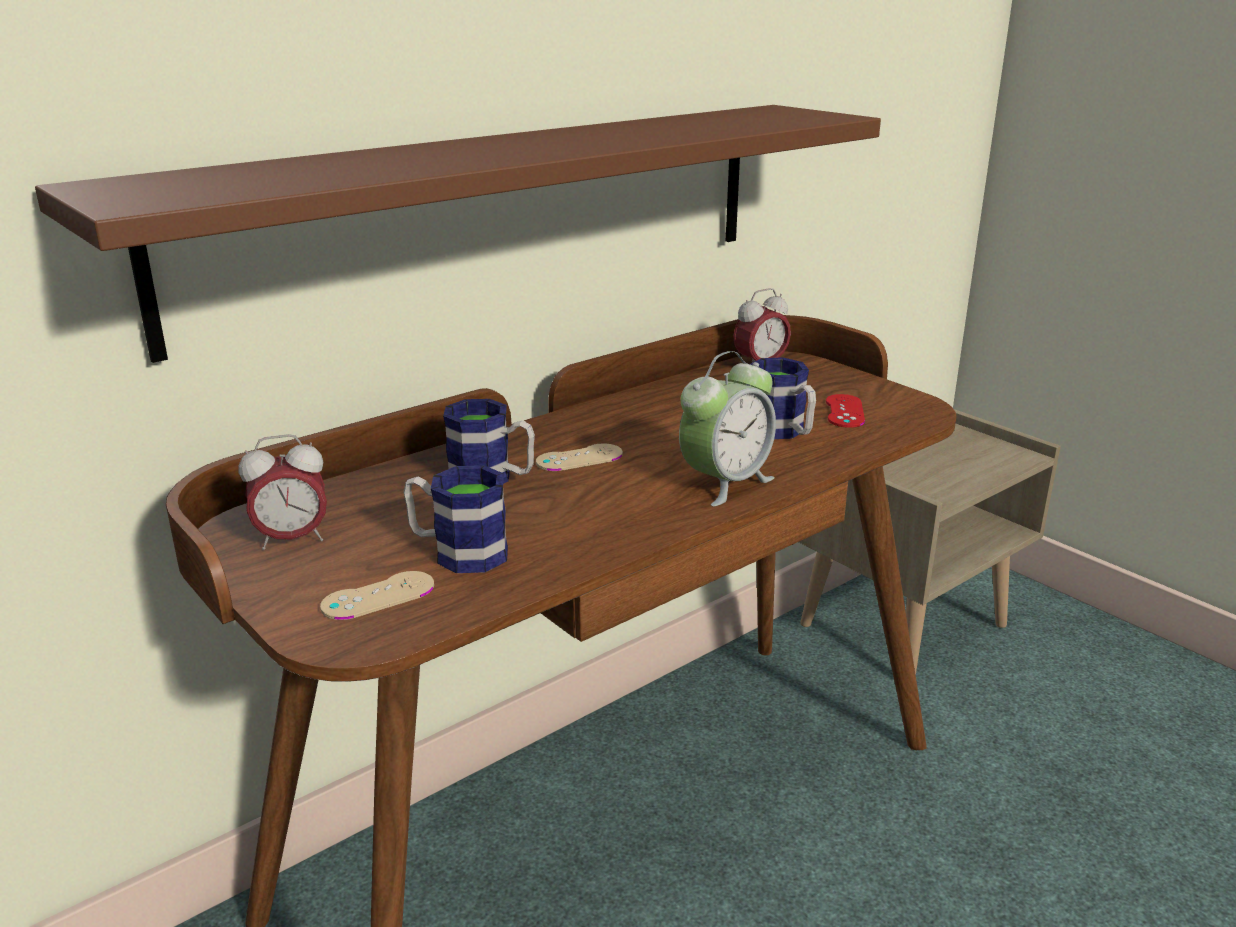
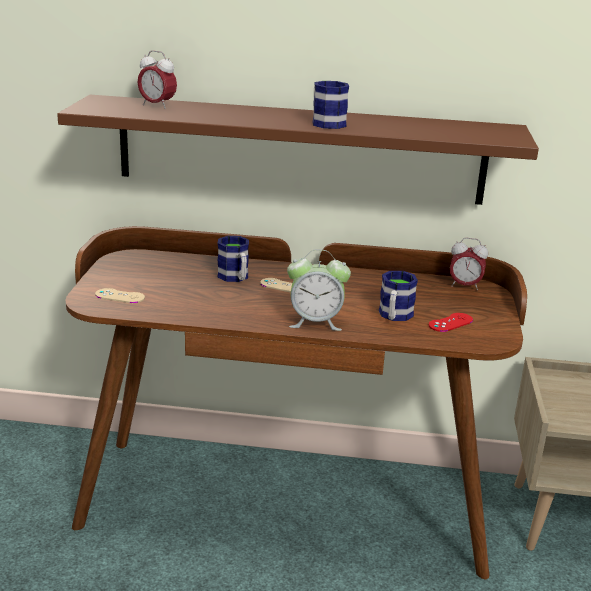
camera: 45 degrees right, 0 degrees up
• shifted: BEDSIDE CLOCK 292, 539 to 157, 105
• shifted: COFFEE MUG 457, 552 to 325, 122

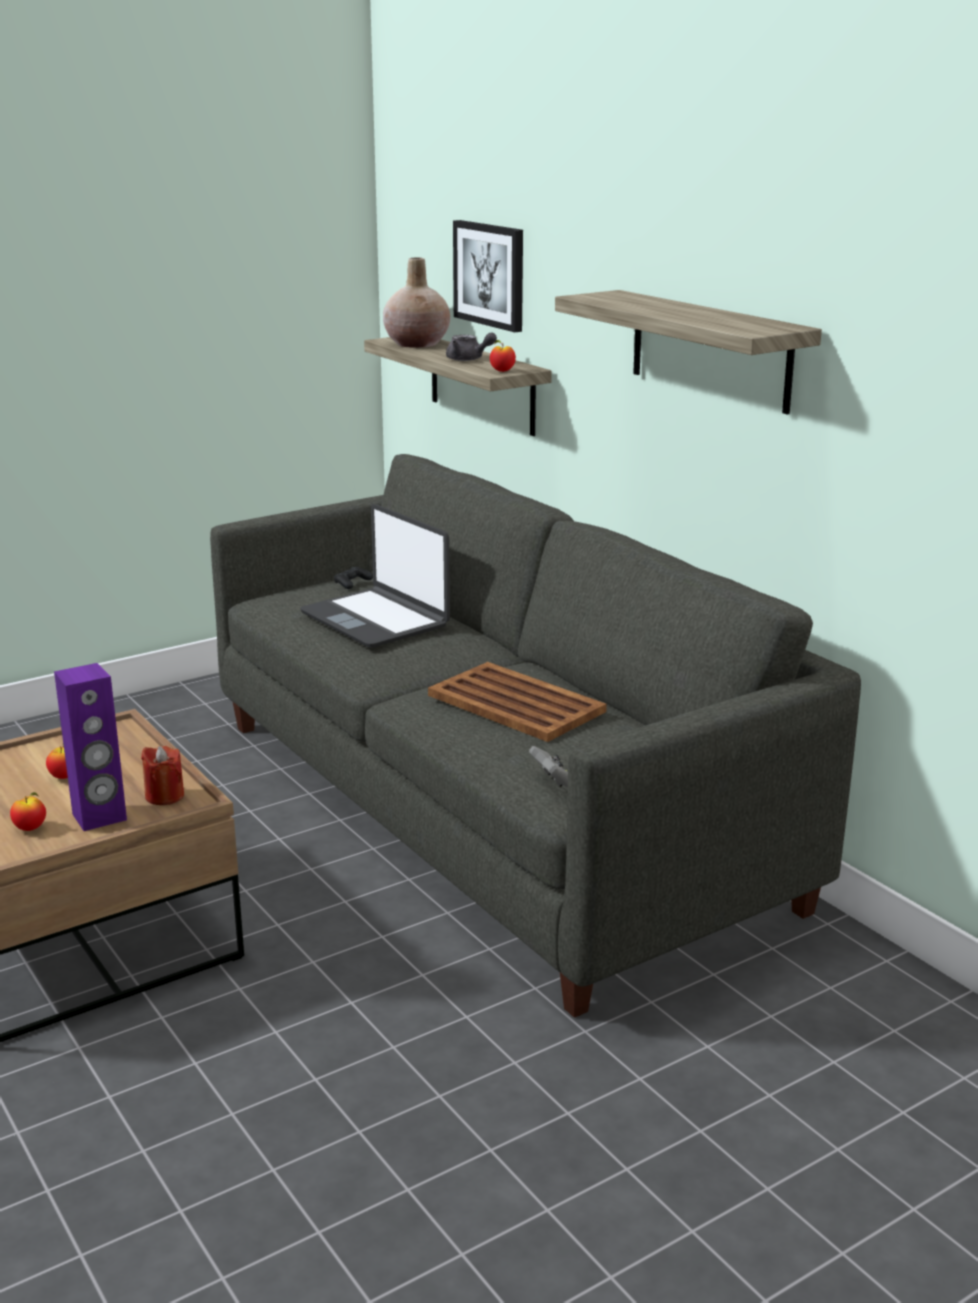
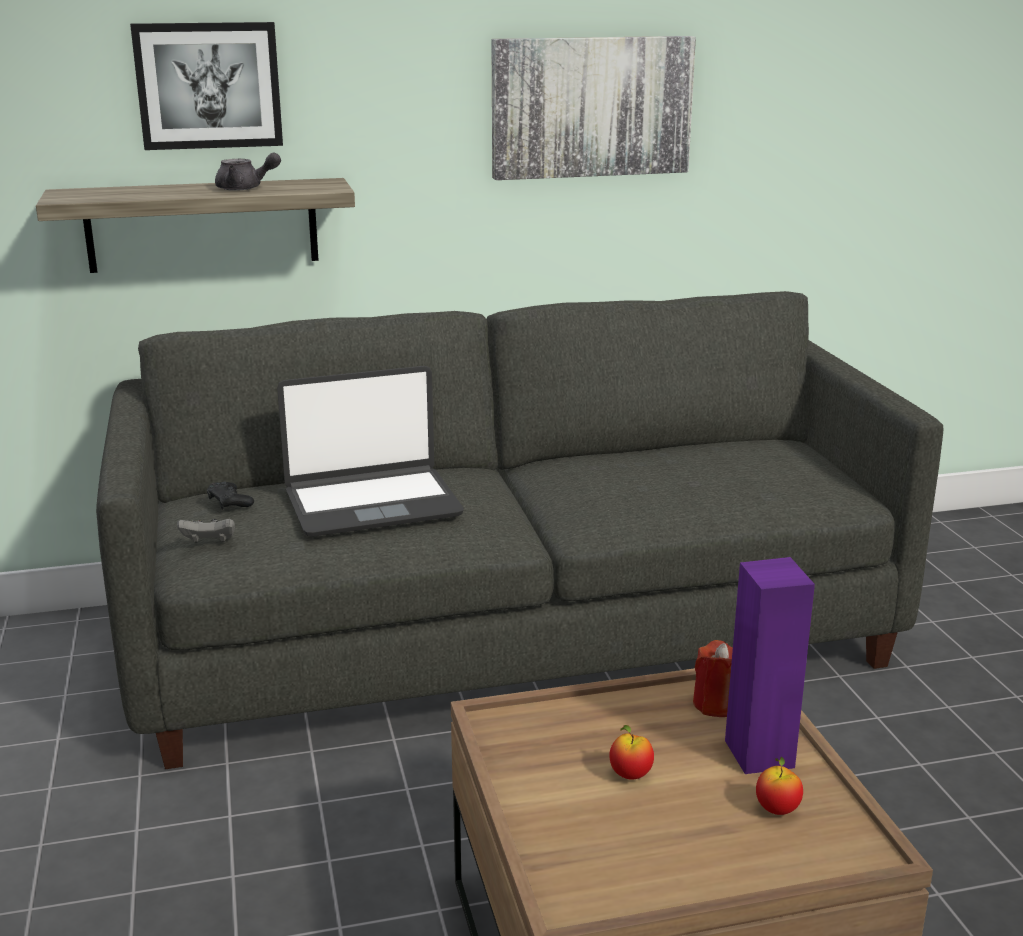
camera: 70 degrees left, 0 degrees up
• gone: SAND-COLOURED DECORATIVE VASE 417, 344
• gone: BROWN TRAY 515, 703
• rotated: GREYISH POT FOR TEA 468, 359 = 245, 188 45 degrees clockwise
• gone: APPLE 502, 371
• shifted: GREYISH GAME CONTROLLER 552, 781 to 209, 542
• swapped: WALL SHELF 710, 350 to PICTURE 591, 107

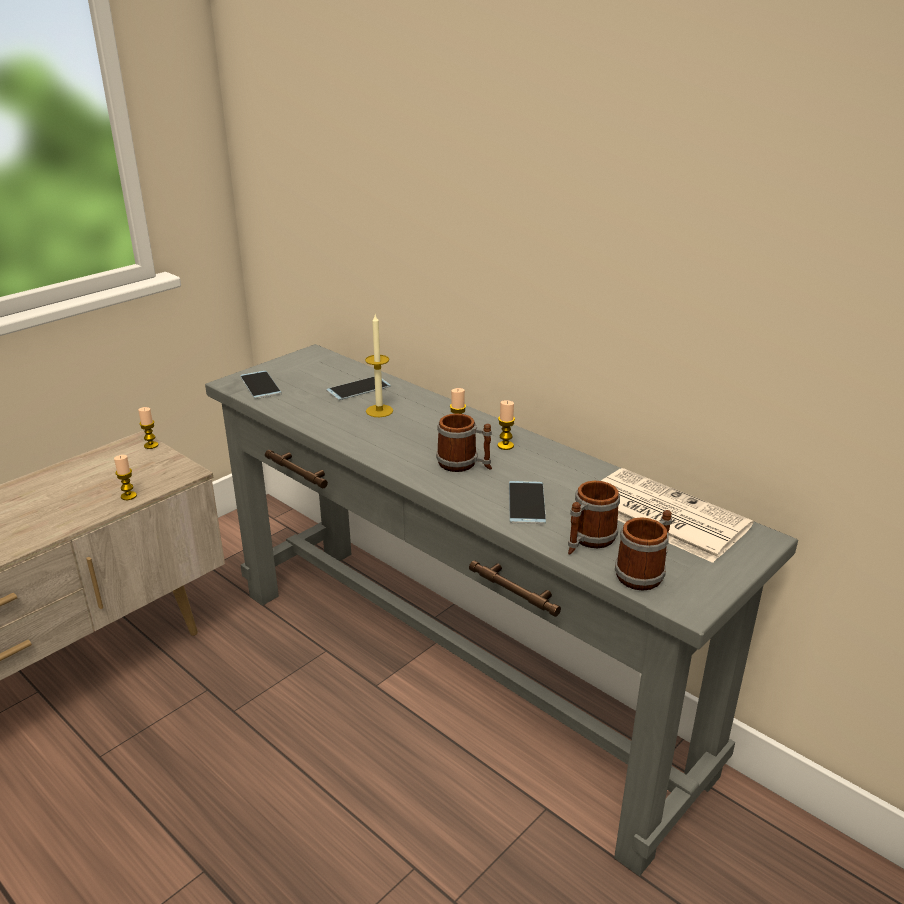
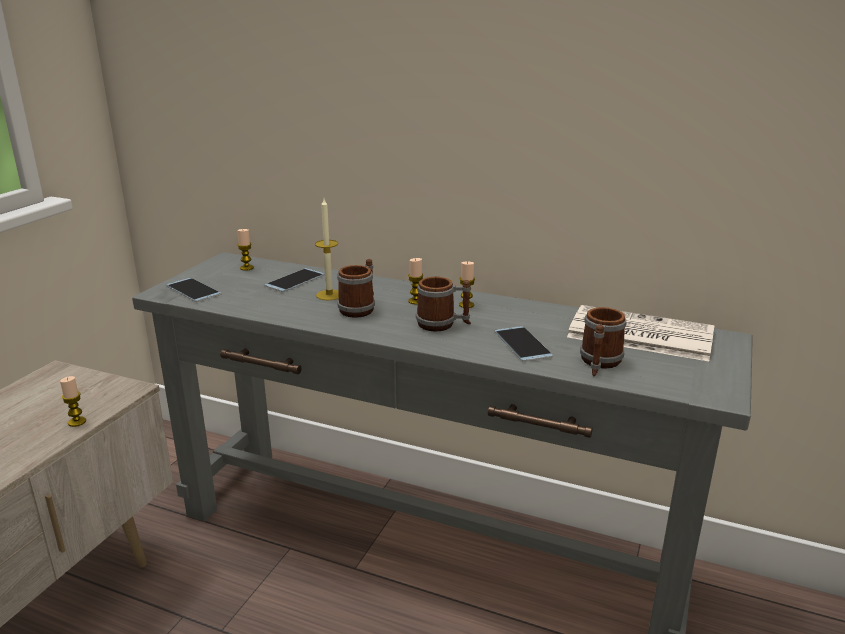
camera: 20 degrees left, 5 degrees down
• shifted: WAX CANDLE 151, 445 to 246, 268
• shifted: COFFEE MUG 644, 573 to 360, 308

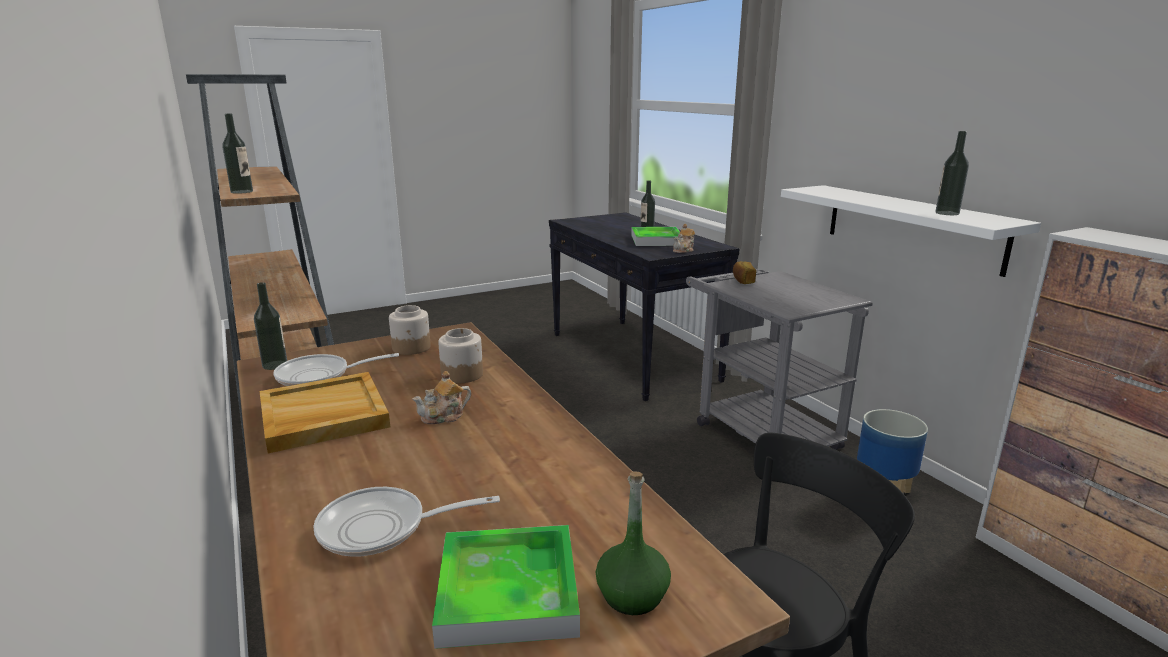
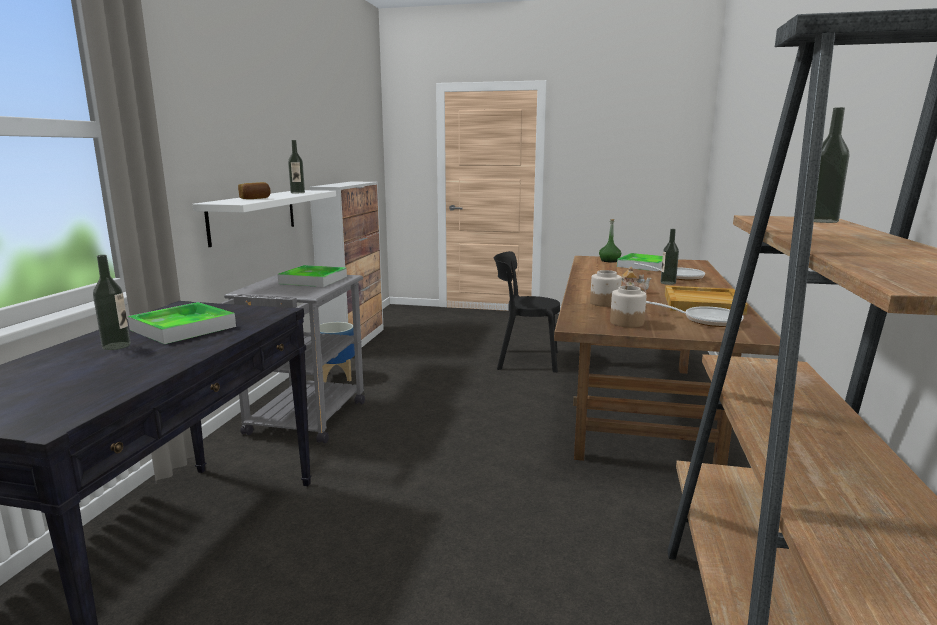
camera: 140 degrees left, 5 degrees down
• shifted: DRINK BOTTLE 275, 365 to 668, 283
• gone: POT FOR TEA 684, 250
• shifted: BREAD 742, 280 to 255, 198
• new: TRAY 313, 280

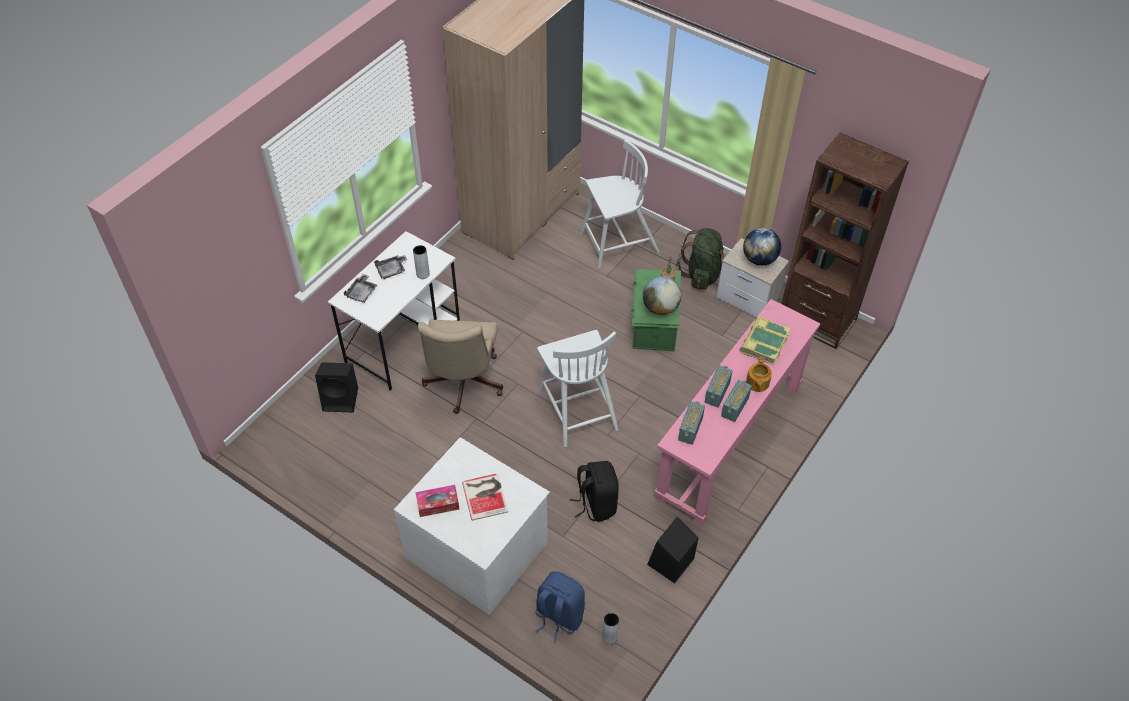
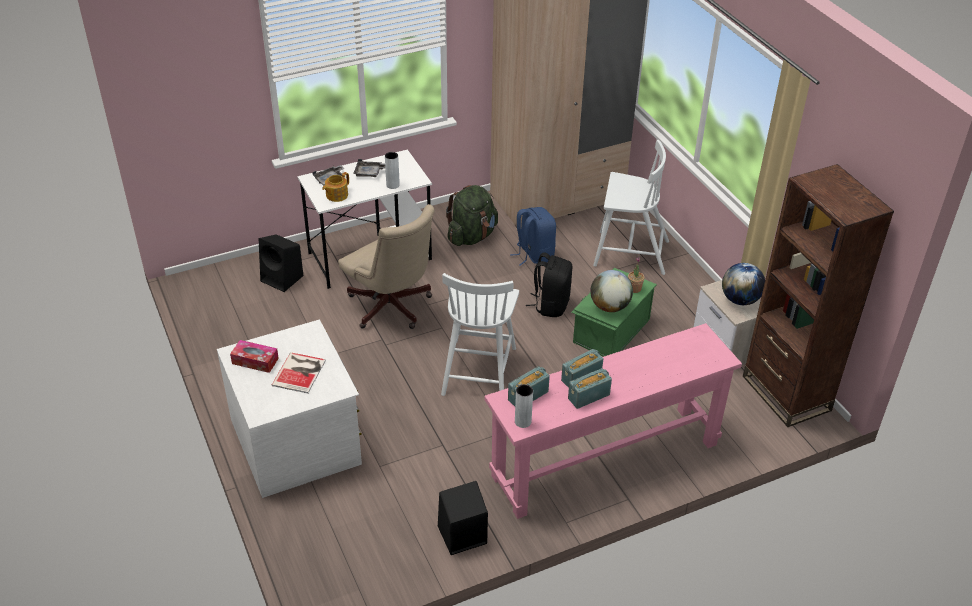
camera: 30 degrees right, 10 degrees down
• rotated: SAND-COLOURED DESK CHAIR 462, 385 = 392, 309 75 degrees counterclockwise
• shifted: BLUE-COLOURED KNAPSACK 558, 616 to 533, 255
• shifted: BLACK-COLOURED KNAPSACK 596, 504 to 551, 305
• shifted: GREYISH DECORATIVE VASE 609, 637 to 523, 421
• shifted: GREENISH KNAPSACK 702, 274 to 472, 236
• gone: BOOK 763, 343
• shifted: POT FOR TEA 757, 383 to 336, 195

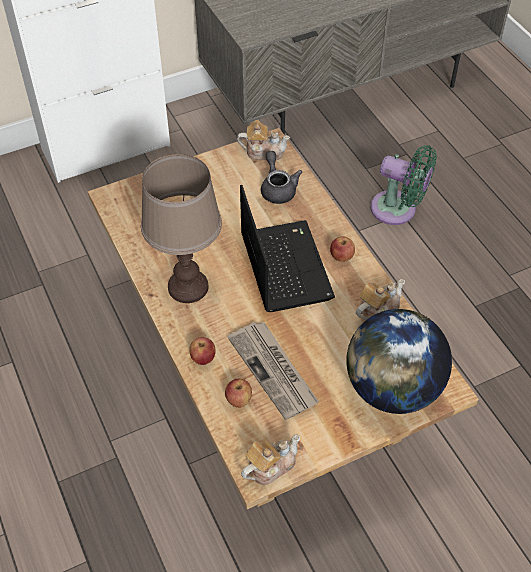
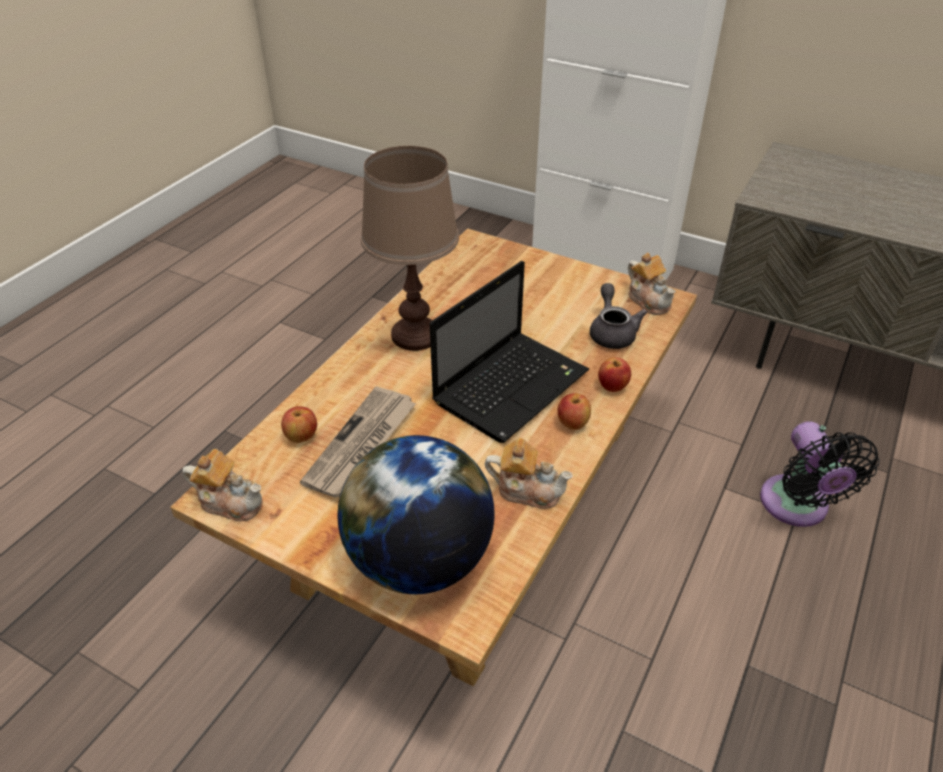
camera: 55 degrees right, 10 degrees down
• shifted: APPLE 203, 358 to 613, 387
• rotated: GREYISH POT FOR TEA 278, 188 = 612, 332 45 degrees counterclockwise
• repainted: GREENISH COOLING FAN 398, 210 to BLACK-COLOURED COOLING FAN 797, 507

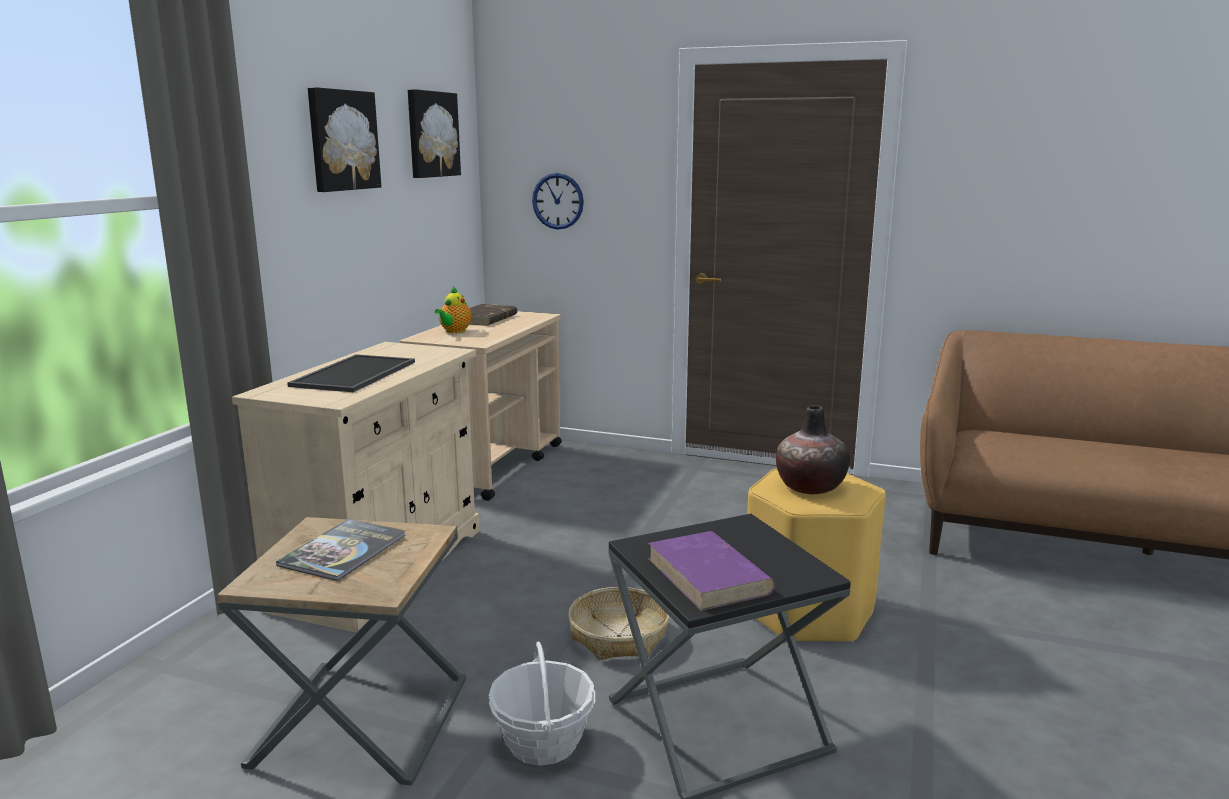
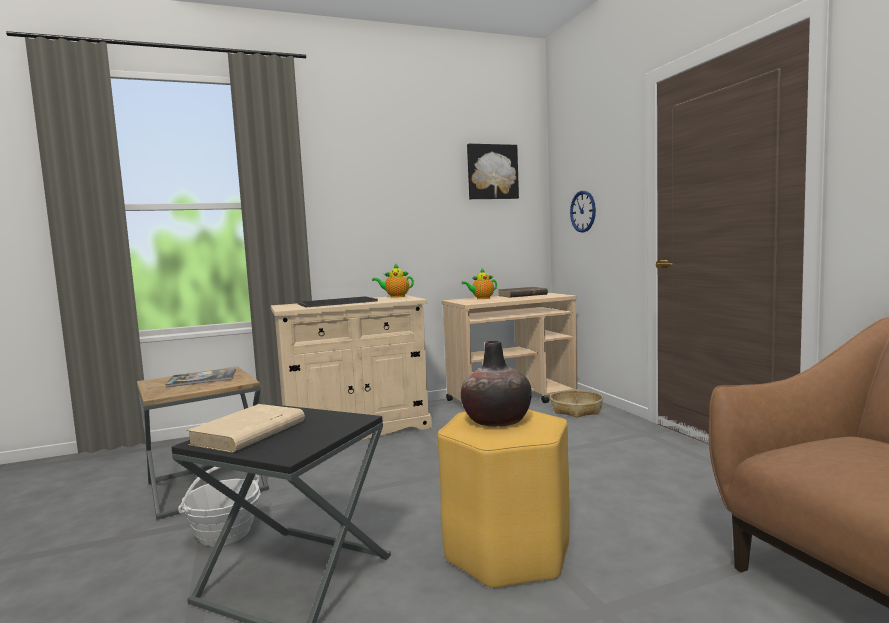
camera: 50 degrees right, 10 degrees down
• gone: PICTURE 342, 140
• shifted: BASKET 618, 636 to 576, 410
• repainted: PURPLE-COLOURED BOOK 709, 576 to SAND-COLOURED BOOK 248, 433
• new: POT FOR TEA 395, 297

